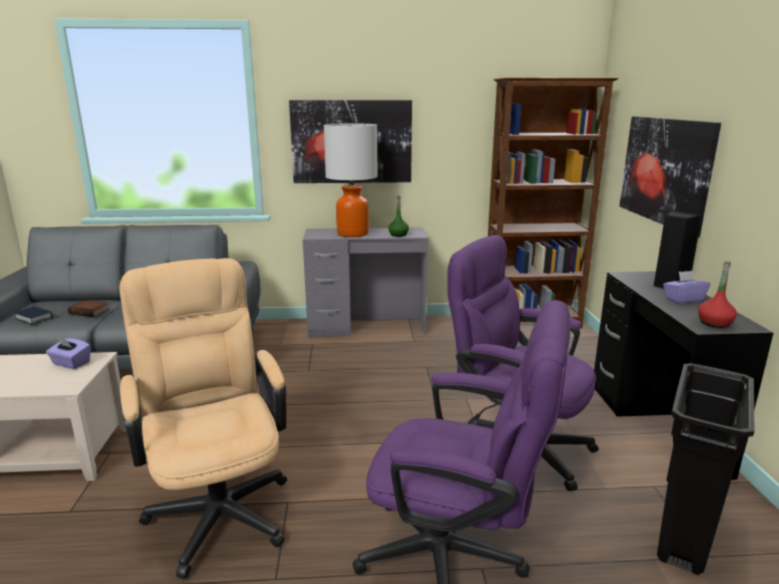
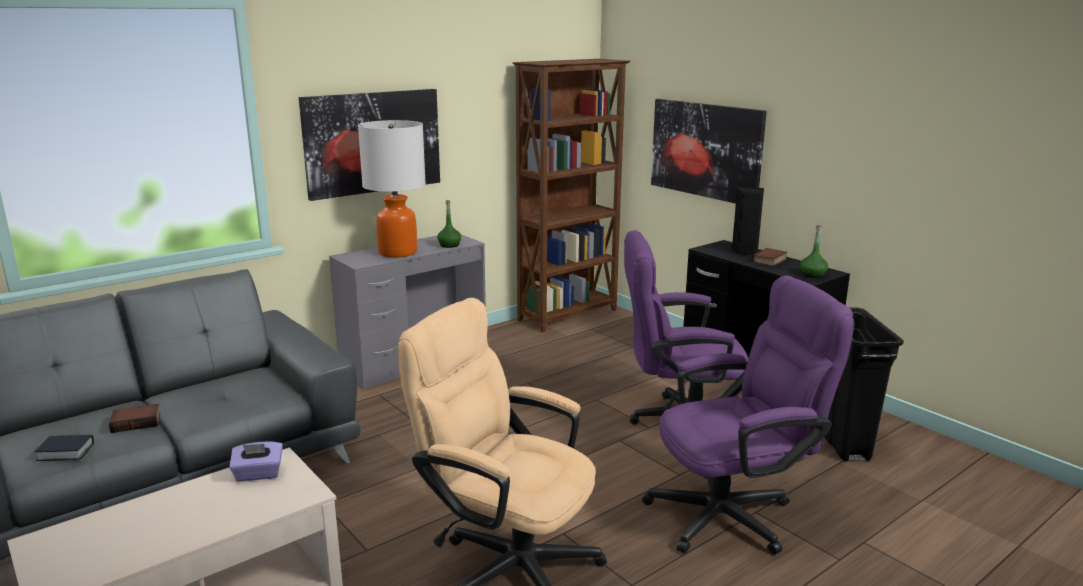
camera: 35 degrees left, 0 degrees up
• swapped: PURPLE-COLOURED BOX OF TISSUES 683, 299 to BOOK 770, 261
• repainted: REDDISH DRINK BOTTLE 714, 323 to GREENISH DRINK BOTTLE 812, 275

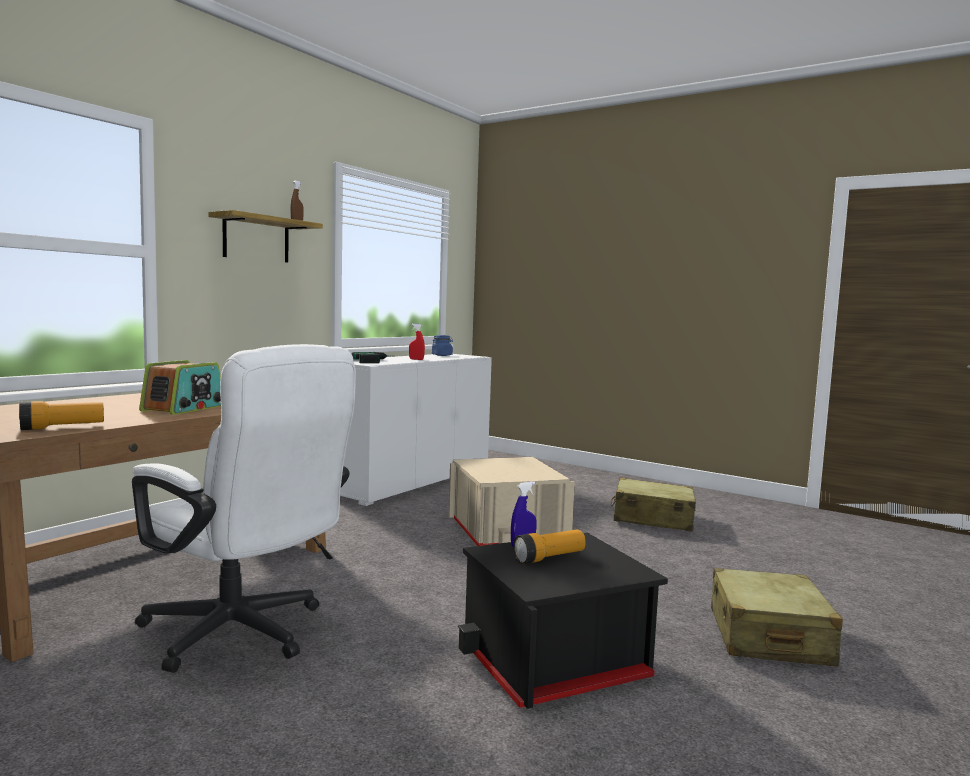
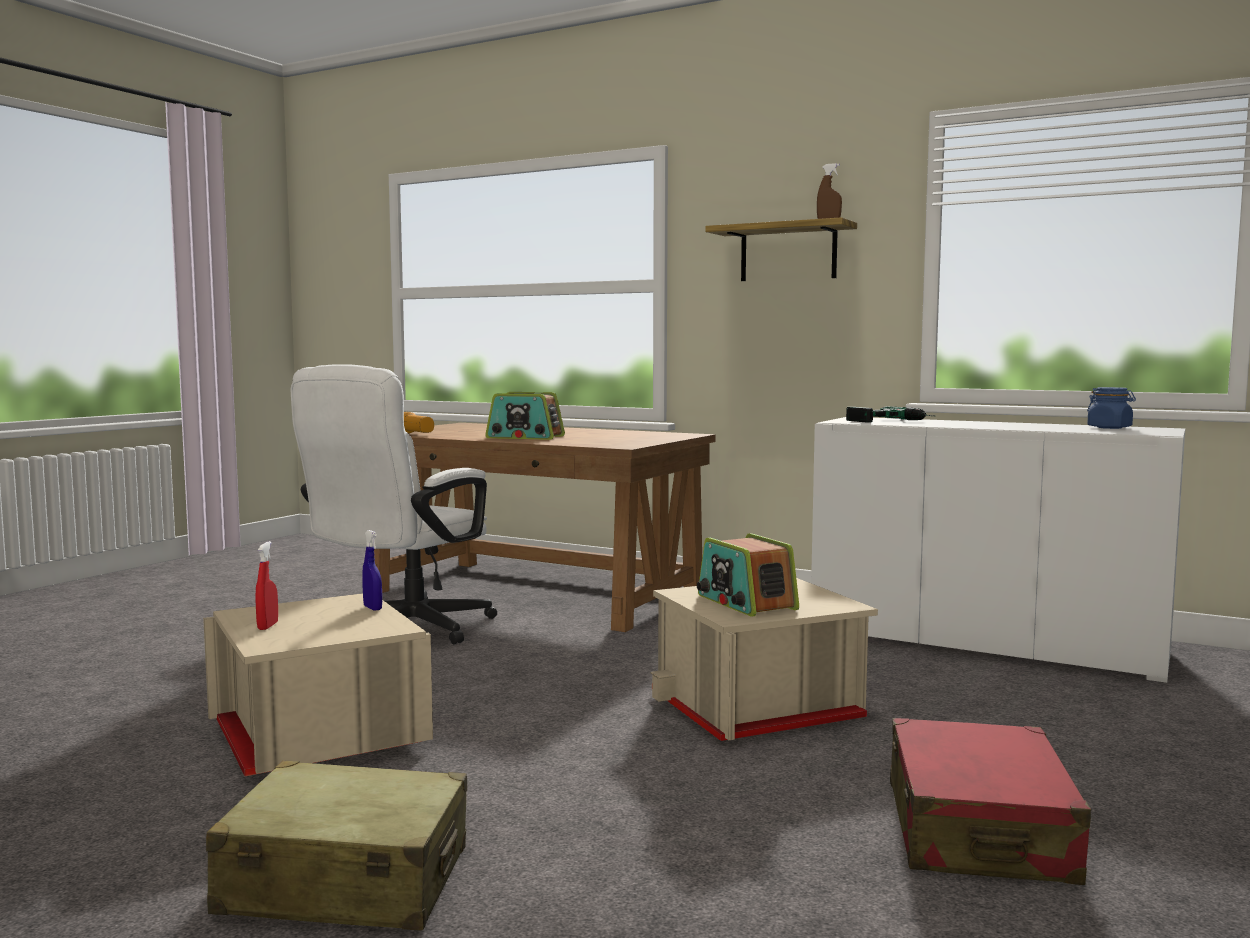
camera: 85 degrees right, 0 degrees up
• shifted: REDDISH HAND SPRAYER 416, 359 to 267, 626
• repainted: BLACK-COLOURED STORAGE CONTAINER 556, 660 to SAND-COLOURED STORAGE CONTAINER 316, 738
• gone: HAND TORCH 549, 558
• repainted: SAND-COLOURED PIECE OF LUGGAGE 652, 519 to REDDISH PIECE OF LUGGAGE 978, 832
• new: RADIO RECEIVER 745, 602

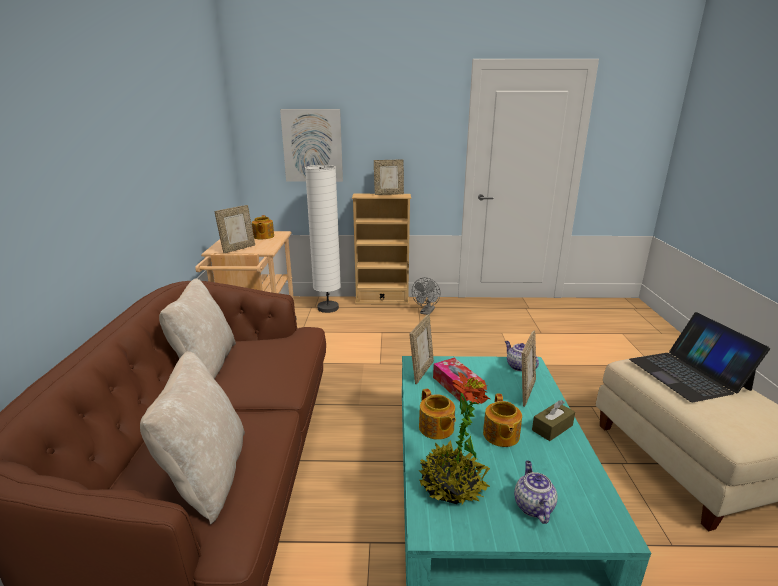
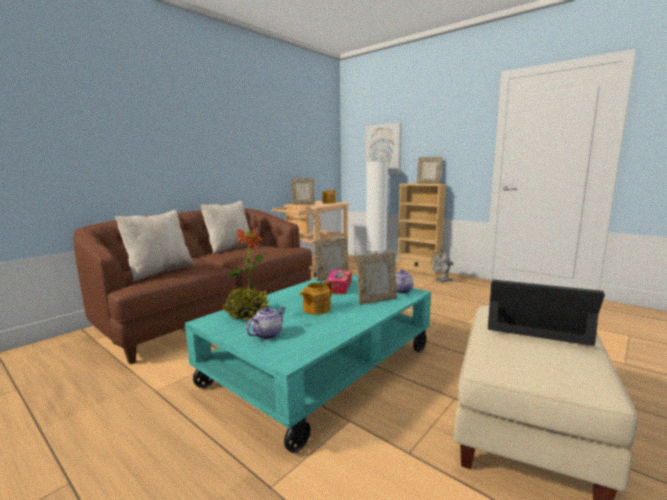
camera: 40 degrees right, 10 degrees down
• gone: POT FOR TEA 436, 428
• gone: BROWN BOX OF TISSUES 552, 428
• rotated: PORTABLE COMPUTER 688, 374 = 535, 322 90 degrees clockwise

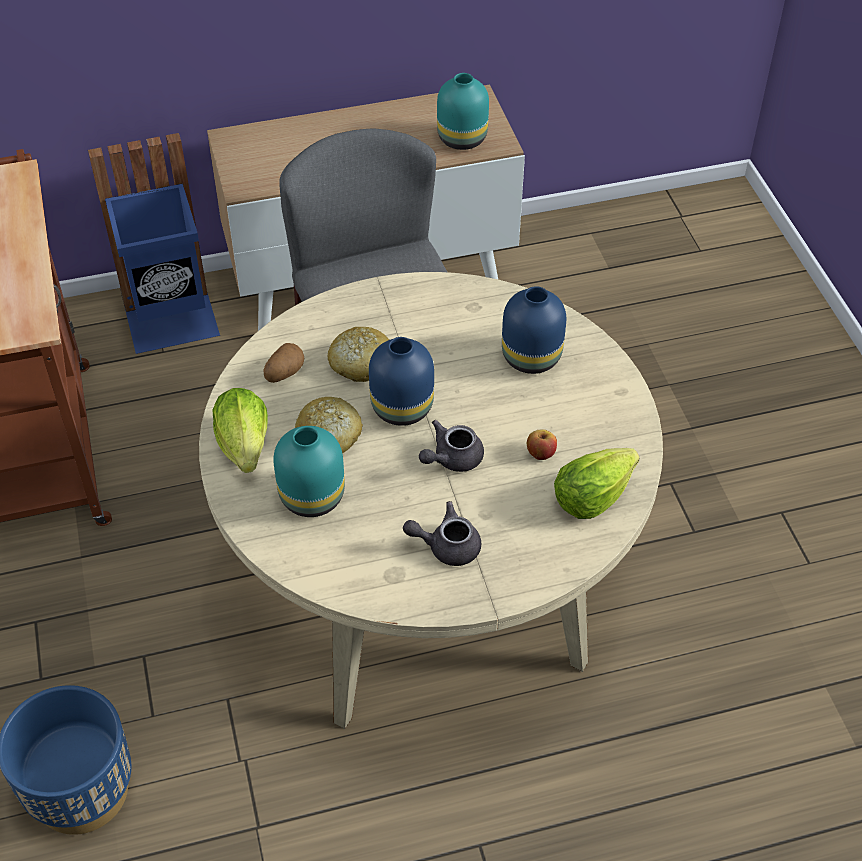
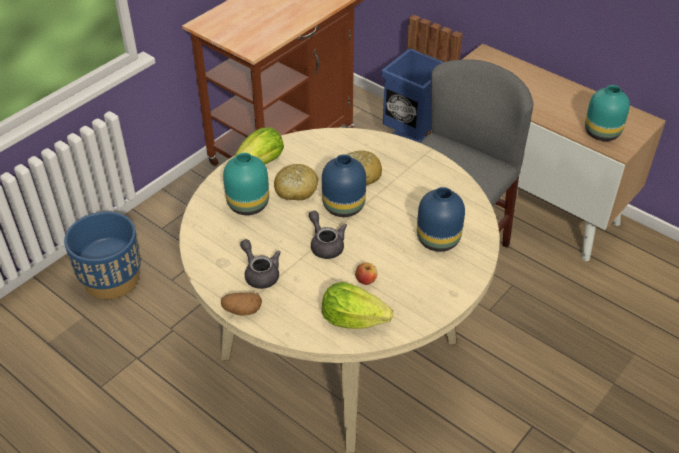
camera: 55 degrees right, 5 degrees down
• shifted: WHOLE POTATO 284, 373 to 242, 310
• rotated: GREYISH POT FOR TEA 452, 459 = 325, 244 45 degrees clockwise

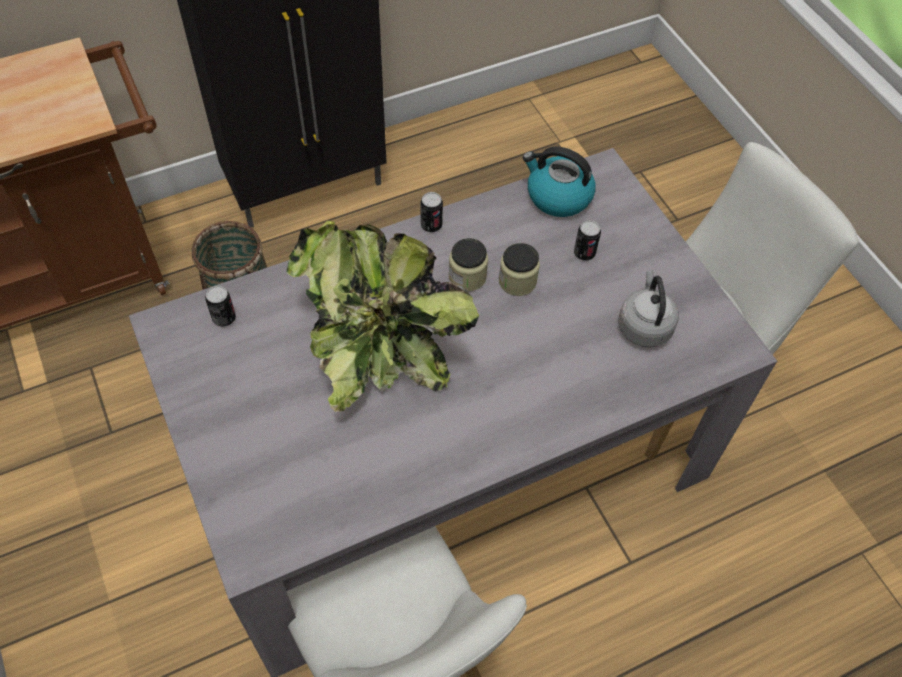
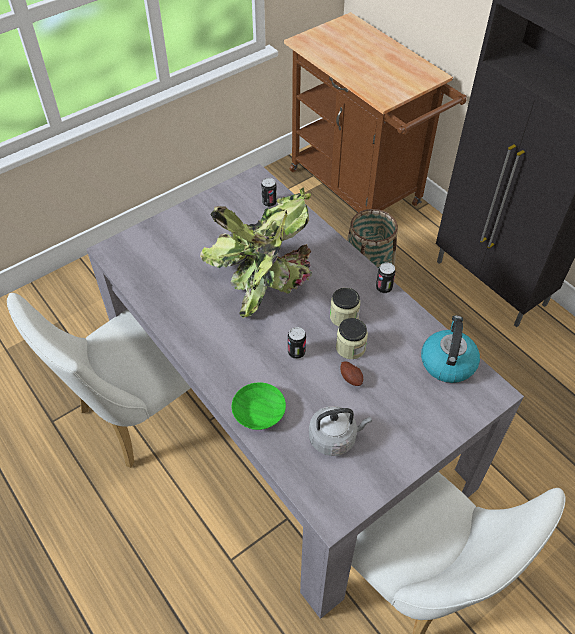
camera: 80 degrees right, 5 degrees down
• shifted: SEALED CAN 584, 253 to 296, 352
• new: GREENISH BOWL 257, 412
• new: WHOLE POTATO 351, 378

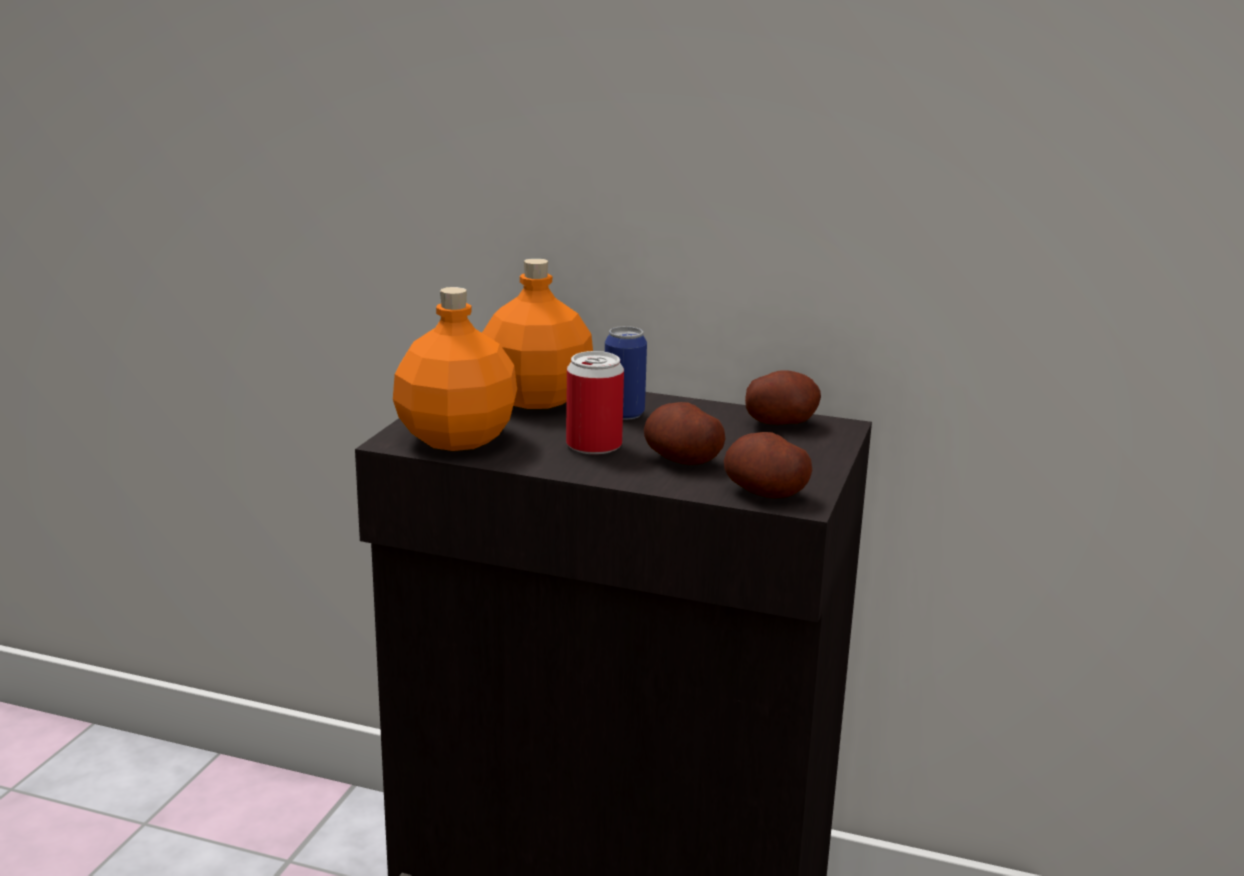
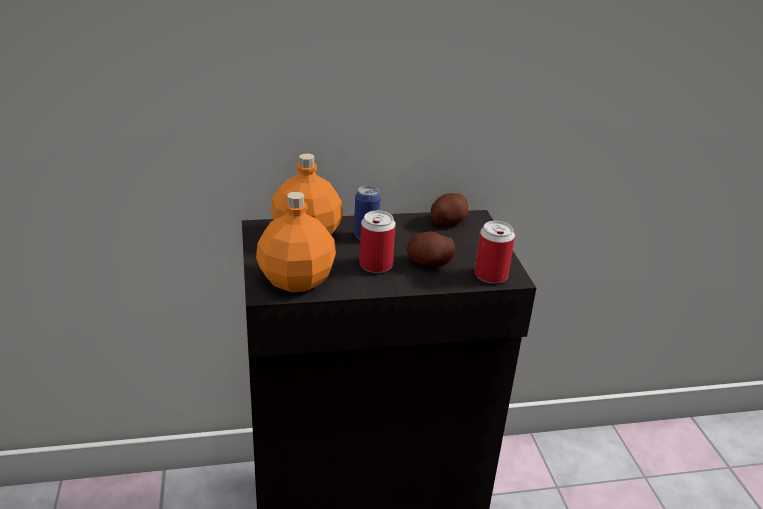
camera: 30 degrees left, 10 degrees up
• swapped: WHOLE POTATO 765, 492 to SEALED CAN 491, 275

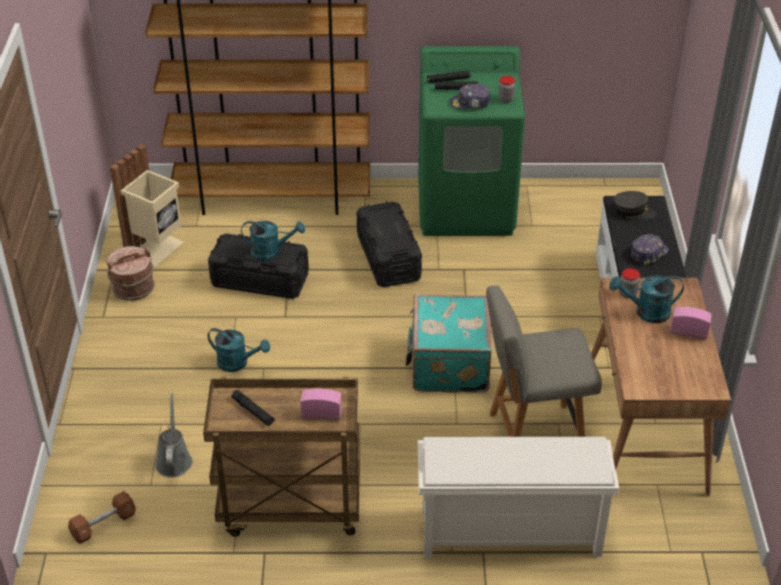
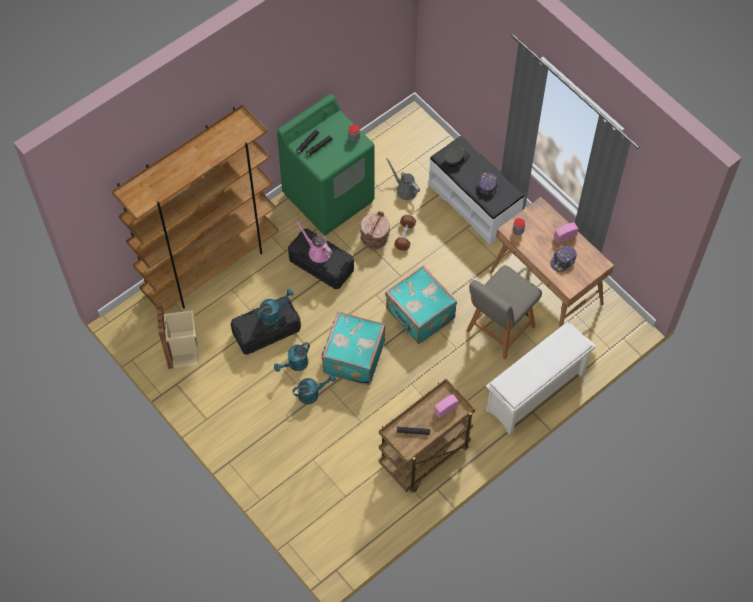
camera: 40 degrees left, 20 degrees up
• shifted: BROWN FREE WEIGHT 103, 525 to 405, 236
• shifted: BROWN PAIL 133, 289 to 375, 238
• shifted: GREYISH SPRINKLING CAN 174, 460 to 405, 189
• shifted: BASEBALL CAP 470, 103 to 563, 261
• shifted: TURQUOISE SPRINKLING CAN 646, 312 to 295, 365
• new: PINK SPRINKLING CAN 317, 251
• new: TURQUOISE PIECE OF LUGGAGE 352, 357

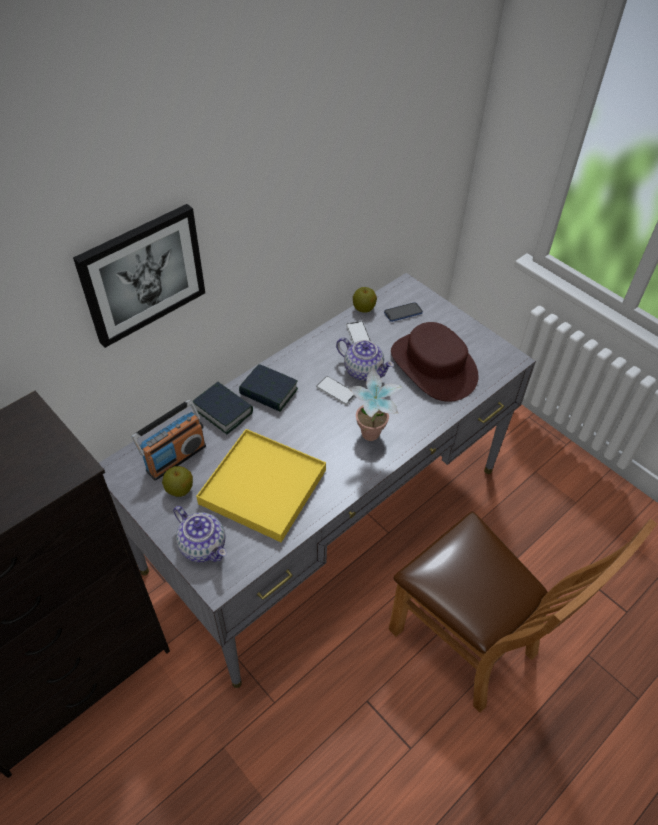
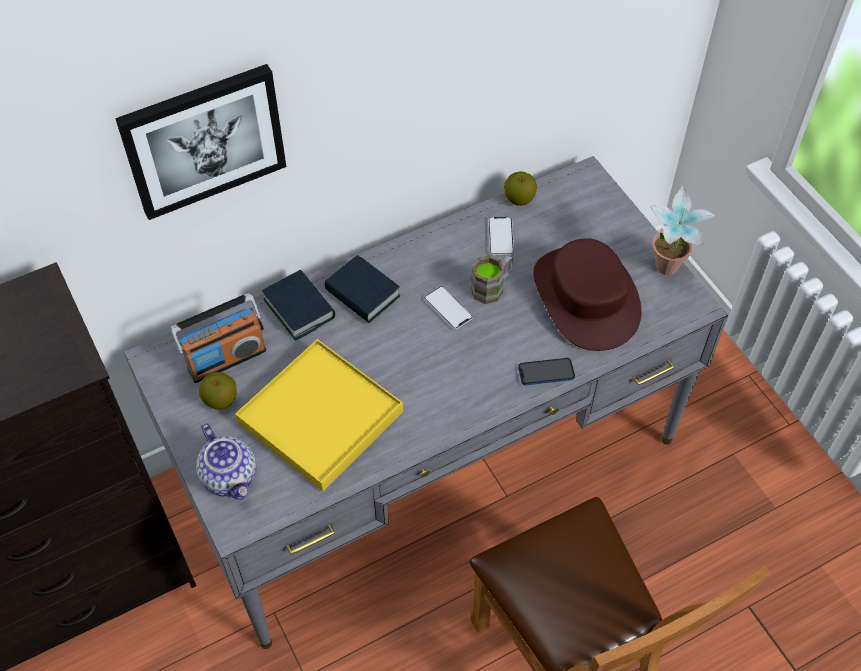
camera: 15 degrees right, 5 degrees up
• swapped: POT FOR TEA 364, 370 to BROWN COFFEE MUG 492, 287
• shifted: HOUSEPLANT 371, 439 to 666, 273
• shifted: TELEPHONE 403, 313 to 546, 372

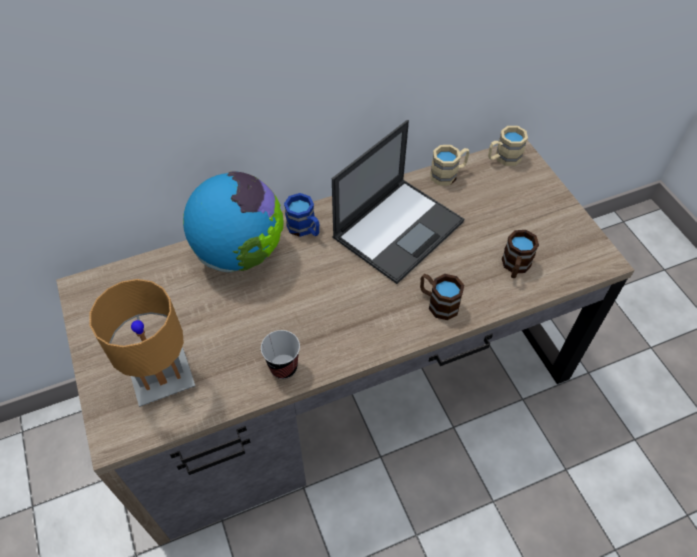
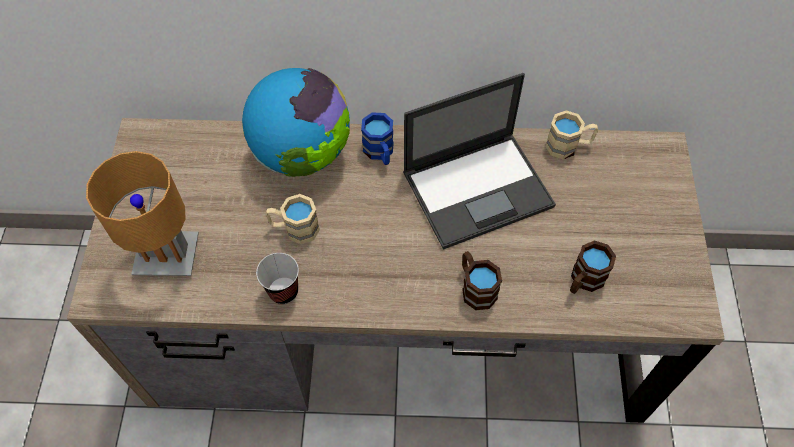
camera: 25 degrees right, 5 degrees up
• shifted: SAND-COLOURED COFFEE MUG 503, 158 to 294, 228

